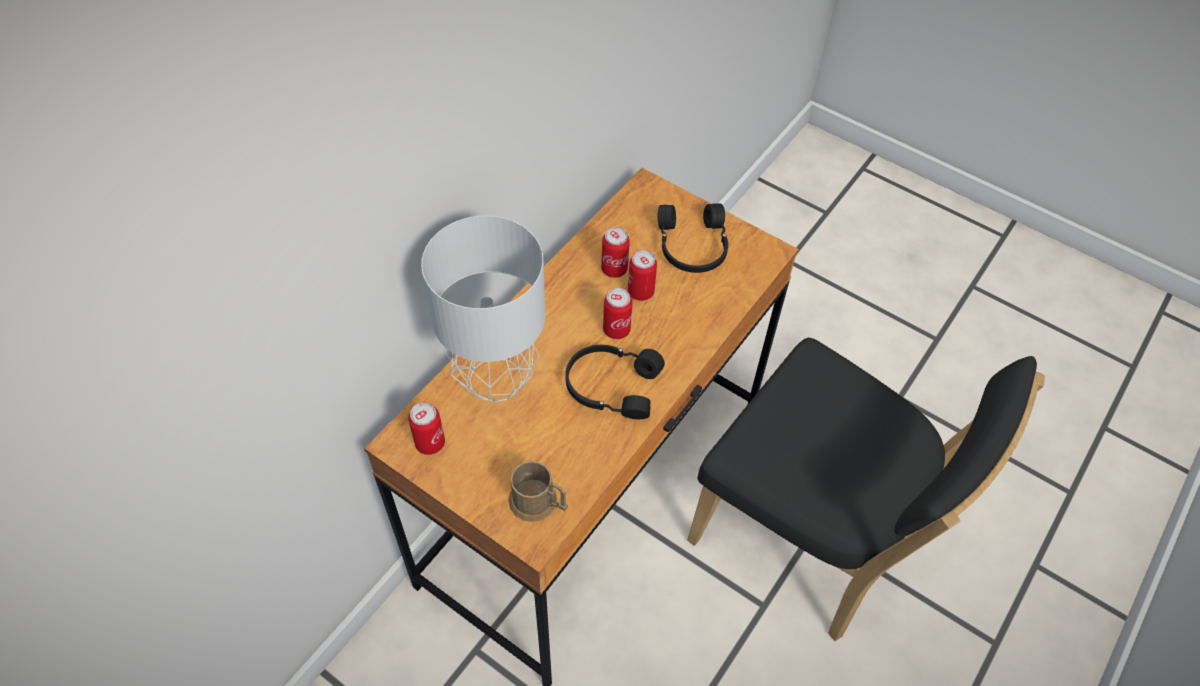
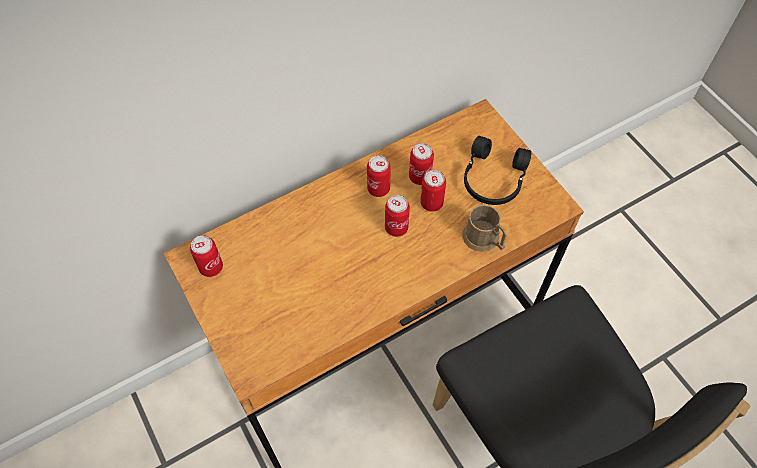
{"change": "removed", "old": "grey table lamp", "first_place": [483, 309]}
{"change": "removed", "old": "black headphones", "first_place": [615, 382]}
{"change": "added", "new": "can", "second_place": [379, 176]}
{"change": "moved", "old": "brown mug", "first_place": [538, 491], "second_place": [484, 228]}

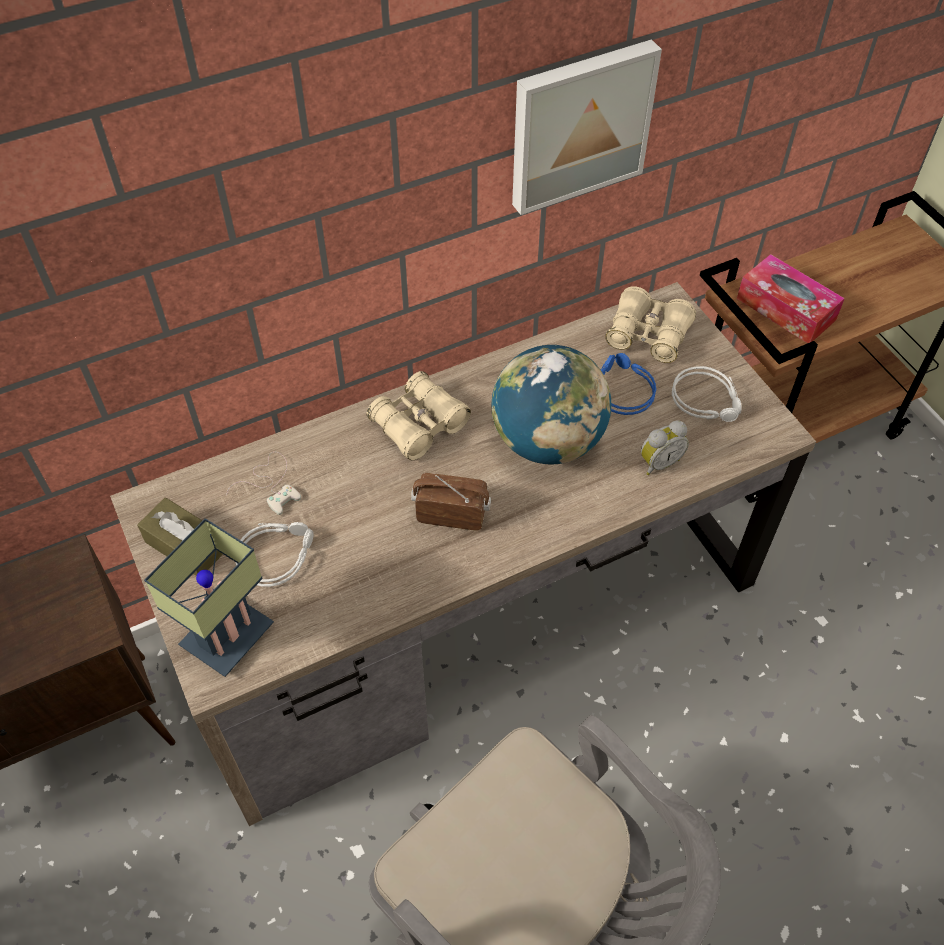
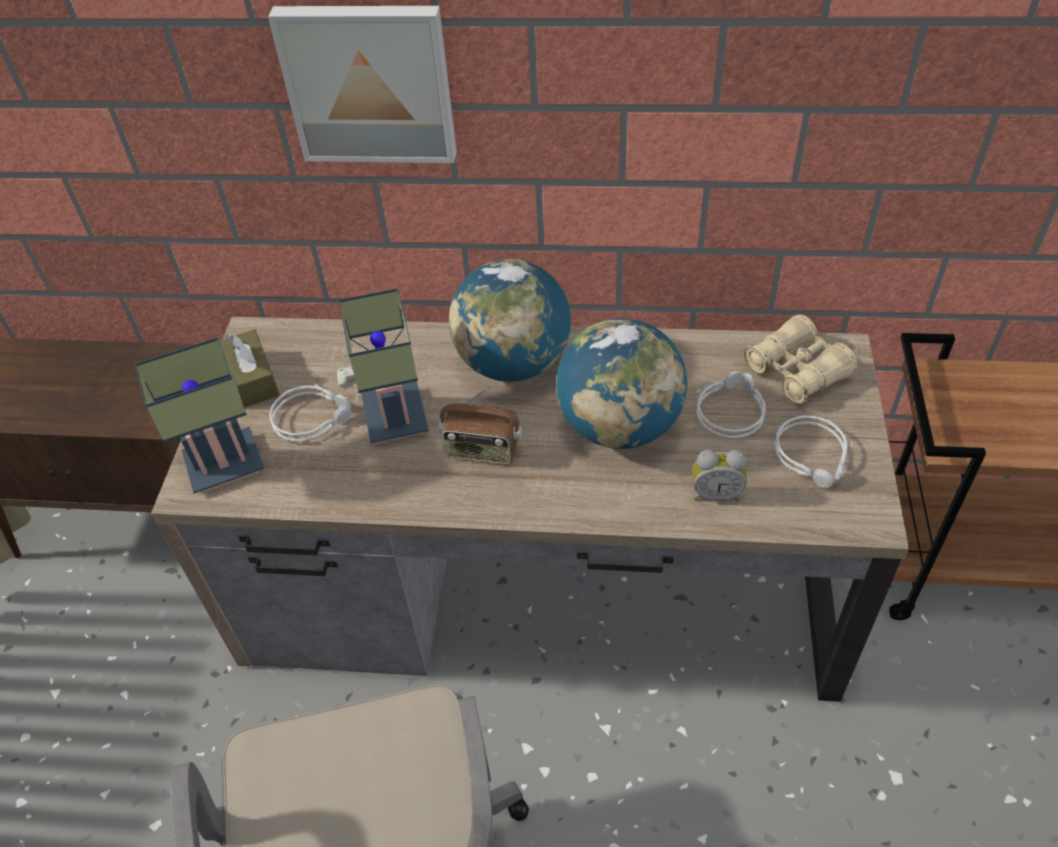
{"change": "removed", "old": "tissue box", "first_place": [791, 298]}
{"change": "added", "new": "table lamp", "second_place": [384, 366]}
{"change": "moved", "old": "picture", "first_place": [587, 127], "second_place": [362, 84]}
{"change": "replaced", "old": "beige binoculars", "new": "globe", "first_place": [419, 415], "second_place": [510, 320]}
{"change": "recoloured", "old": "blue headphones", "new": "grey headphones", "first_place": [628, 384], "second_place": [731, 404]}
{"change": "turned", "old": "radio", "first_place": [451, 502], "second_place": [480, 424], "degrees": 150}

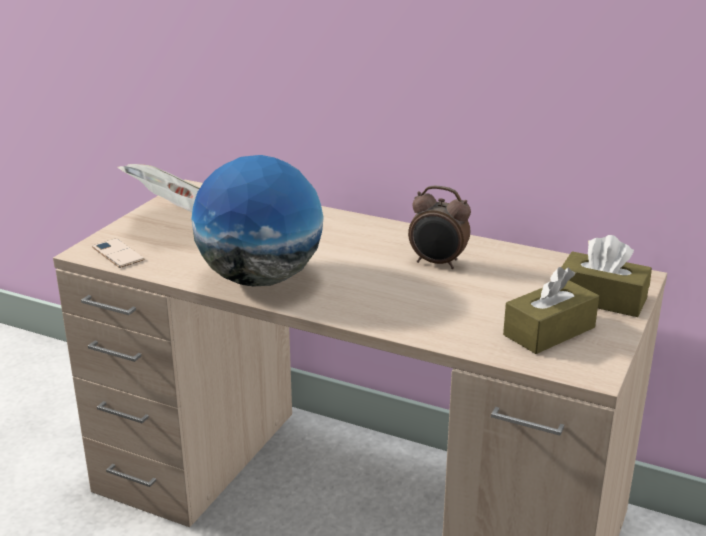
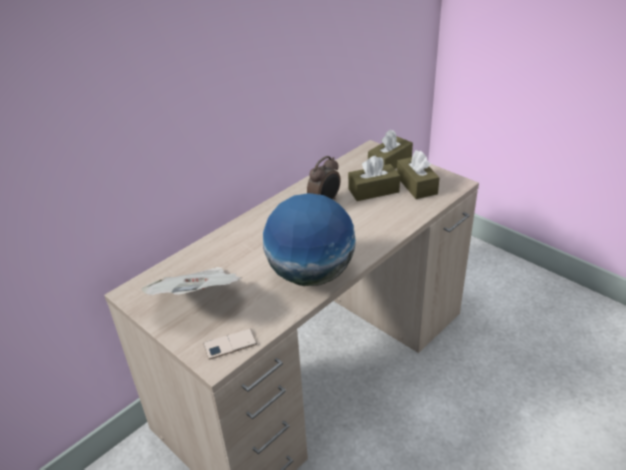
{"change": "added", "new": "brown tissue box", "second_place": [374, 178]}

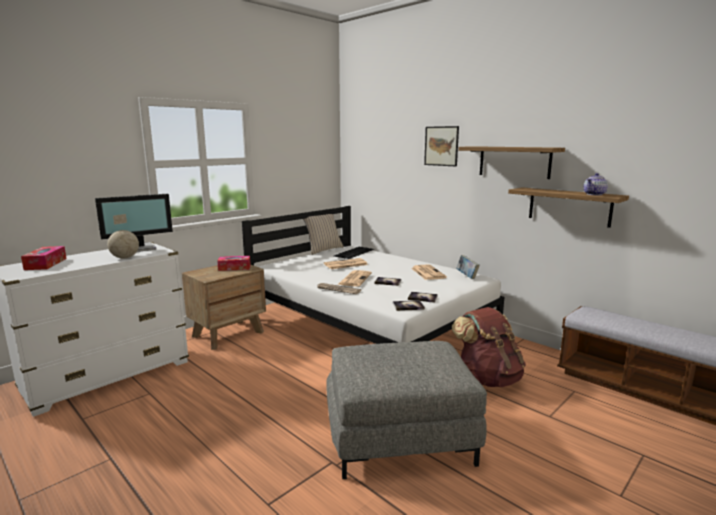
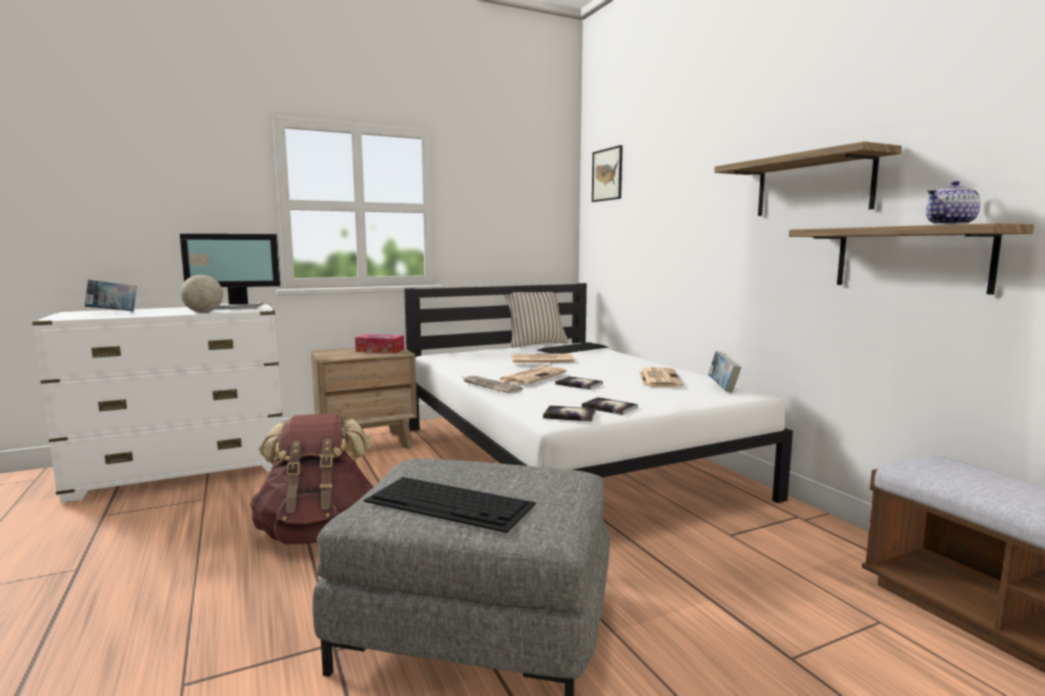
{"change": "added", "new": "keyboard", "second_place": [450, 505]}
{"change": "moved", "old": "picture", "first_place": [441, 146], "second_place": [607, 173]}
{"change": "moved", "old": "brown backpack", "first_place": [489, 347], "second_place": [312, 478]}
{"change": "replaced", "old": "tissue box", "new": "book", "first_place": [44, 258], "second_place": [111, 295]}

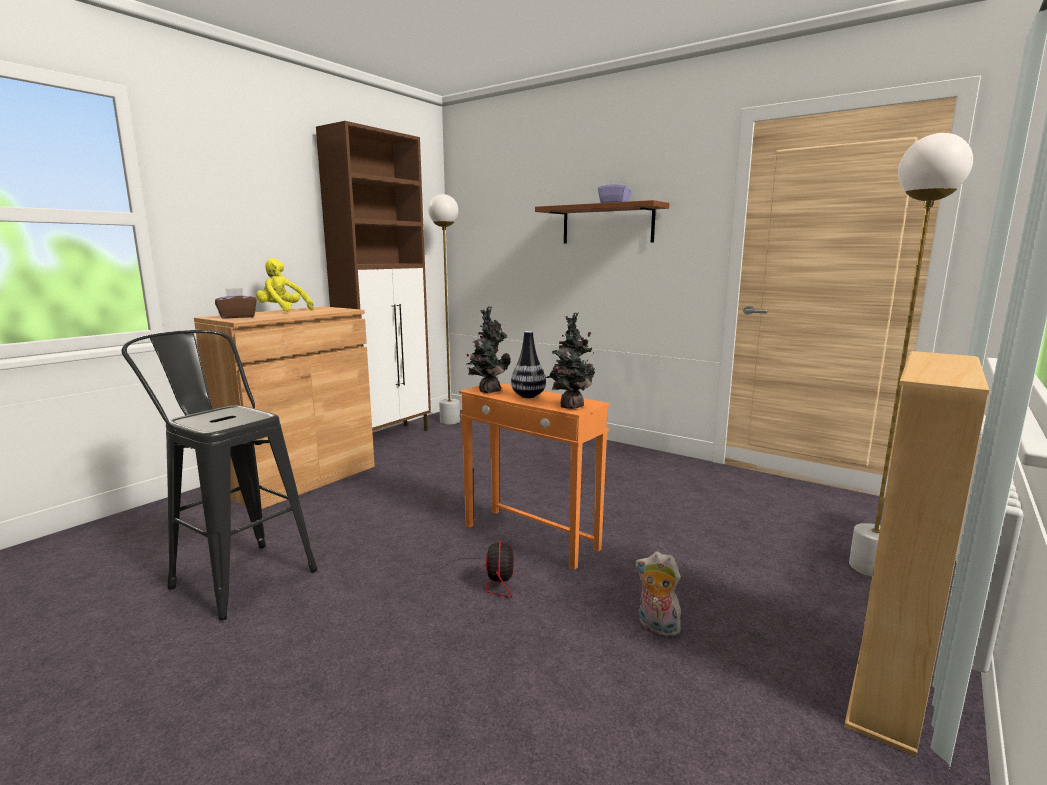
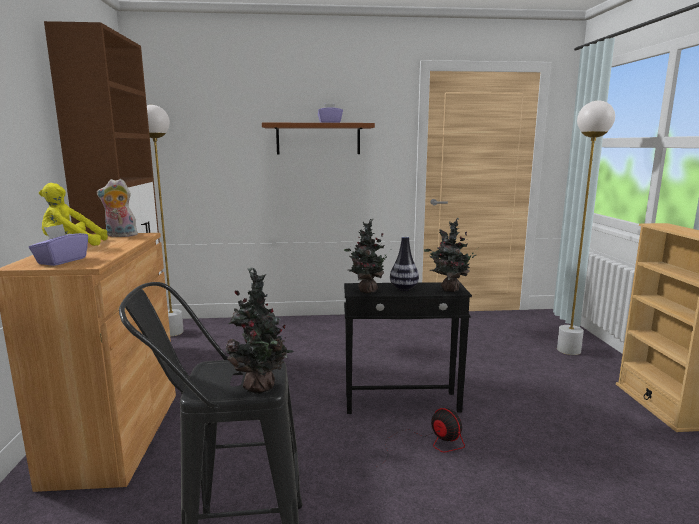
{"change": "added", "new": "potted plant", "second_place": [259, 330]}
{"change": "moved", "old": "plush toy", "first_place": [659, 594], "second_place": [117, 208]}
{"change": "recoloured", "old": "brown tissue box", "new": "purple tissue box", "first_place": [236, 303], "second_place": [58, 245]}
{"change": "recoloured", "old": "orange side table", "new": "black side table", "first_place": [534, 476], "second_place": [408, 348]}

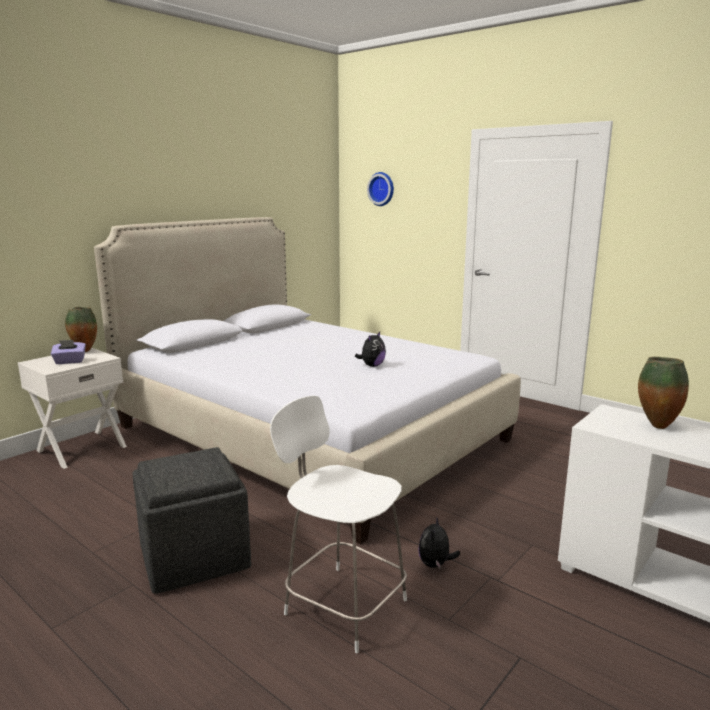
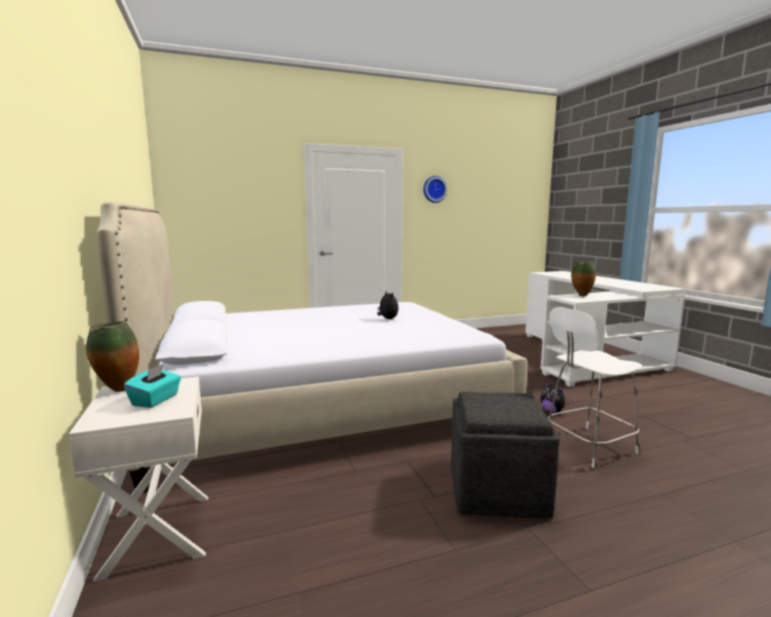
{"change": "moved", "old": "wall clock", "first_place": [380, 189], "second_place": [435, 189]}
{"change": "recoloured", "old": "purple tissue box", "new": "turquoise tissue box", "first_place": [68, 352], "second_place": [152, 386]}

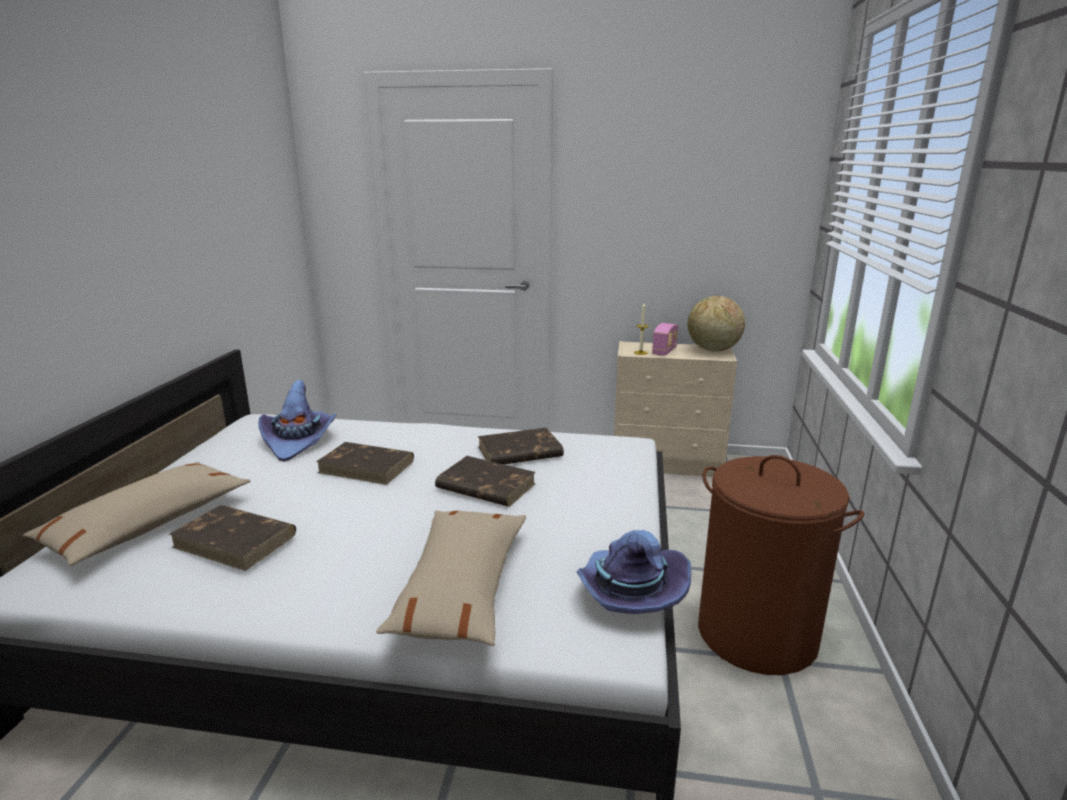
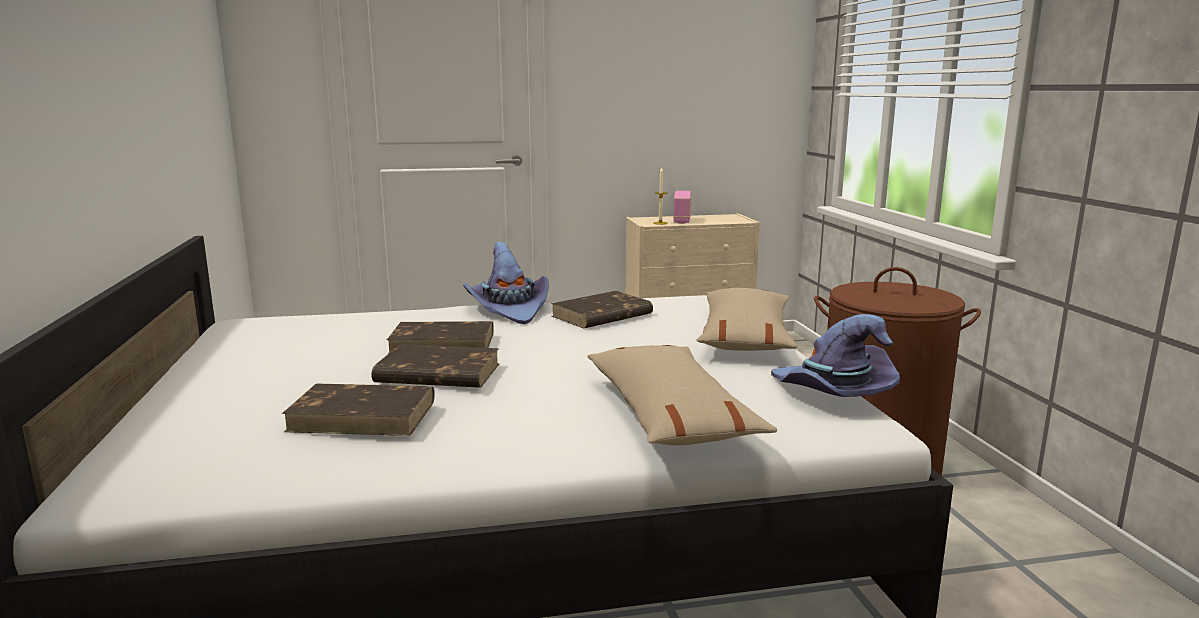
{"change": "removed", "old": "globe", "first_place": [716, 324]}
{"change": "moved", "old": "beige pillow", "first_place": [136, 514], "second_place": [747, 319]}
{"change": "moved", "old": "purple hat", "first_place": [297, 421], "second_place": [506, 283]}
{"change": "moved", "old": "brown book", "first_place": [485, 481], "second_place": [436, 366]}

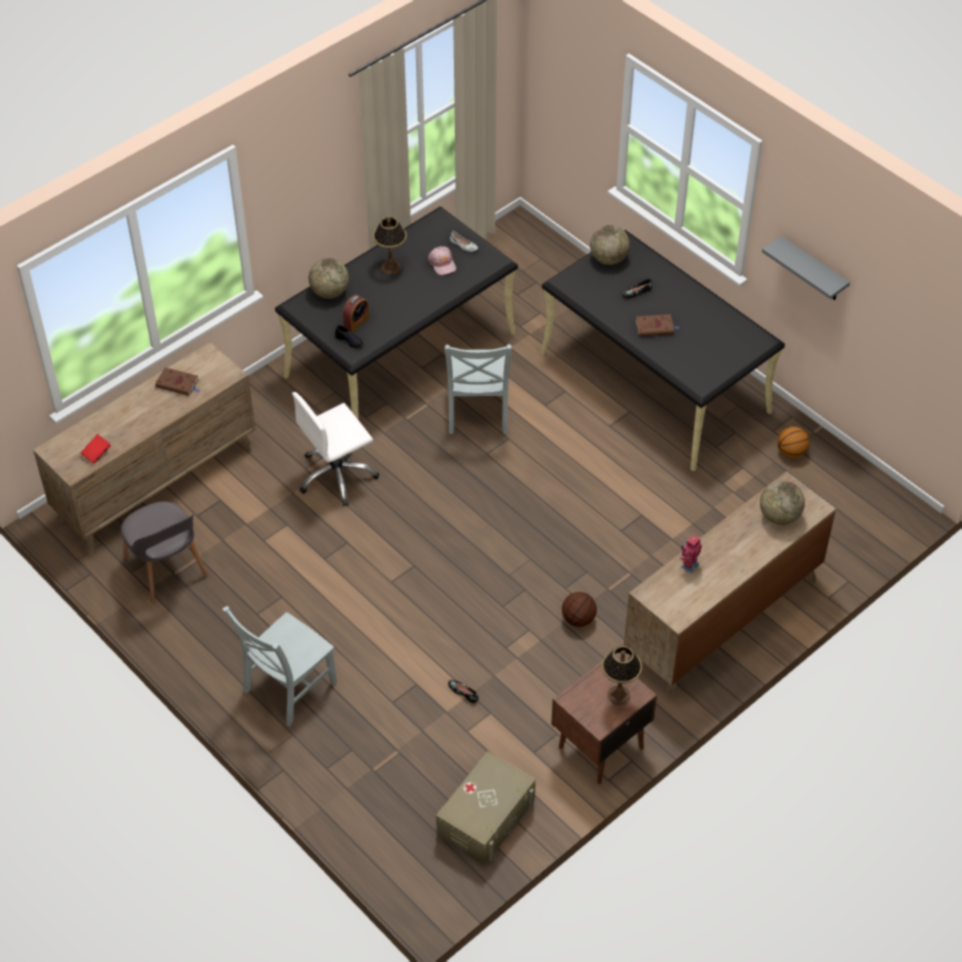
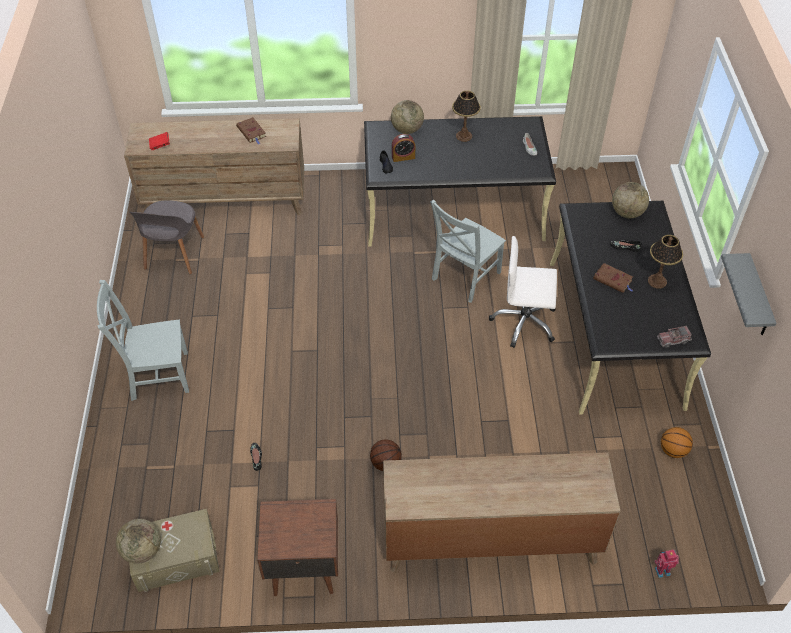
{"change": "removed", "old": "pink cap", "first_place": [442, 260]}
{"change": "added", "new": "toy truck", "second_place": [674, 337]}
{"change": "moved", "old": "white office chair", "first_place": [335, 449], "second_place": [523, 292]}
{"change": "moved", "old": "table lamp", "first_place": [622, 675], "second_place": [665, 262]}
{"change": "moved", "old": "toy robot", "first_place": [691, 554], "second_place": [667, 564]}
{"change": "moved", "old": "globe", "first_place": [782, 502], "second_place": [138, 541]}

